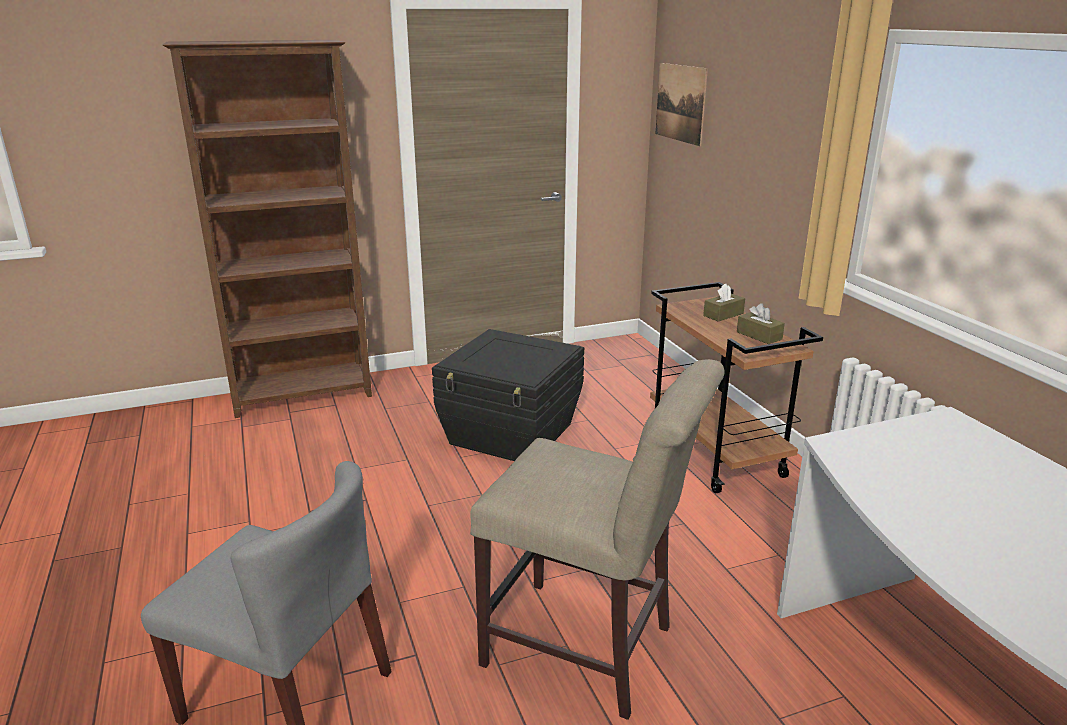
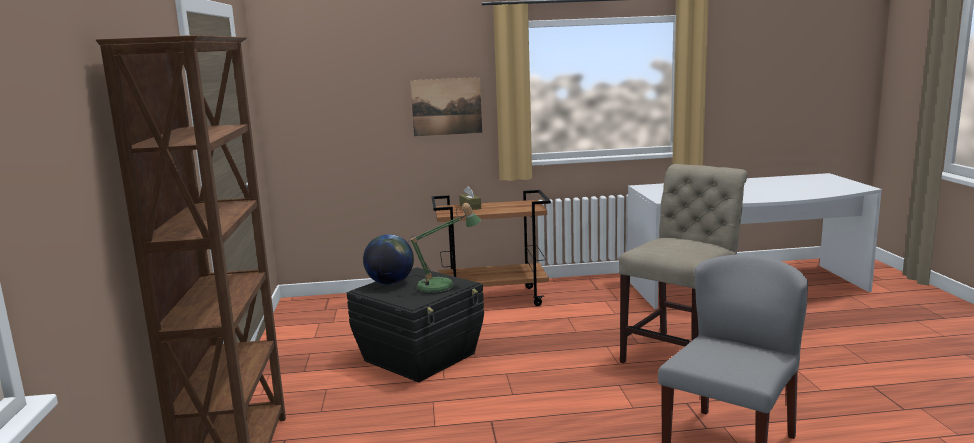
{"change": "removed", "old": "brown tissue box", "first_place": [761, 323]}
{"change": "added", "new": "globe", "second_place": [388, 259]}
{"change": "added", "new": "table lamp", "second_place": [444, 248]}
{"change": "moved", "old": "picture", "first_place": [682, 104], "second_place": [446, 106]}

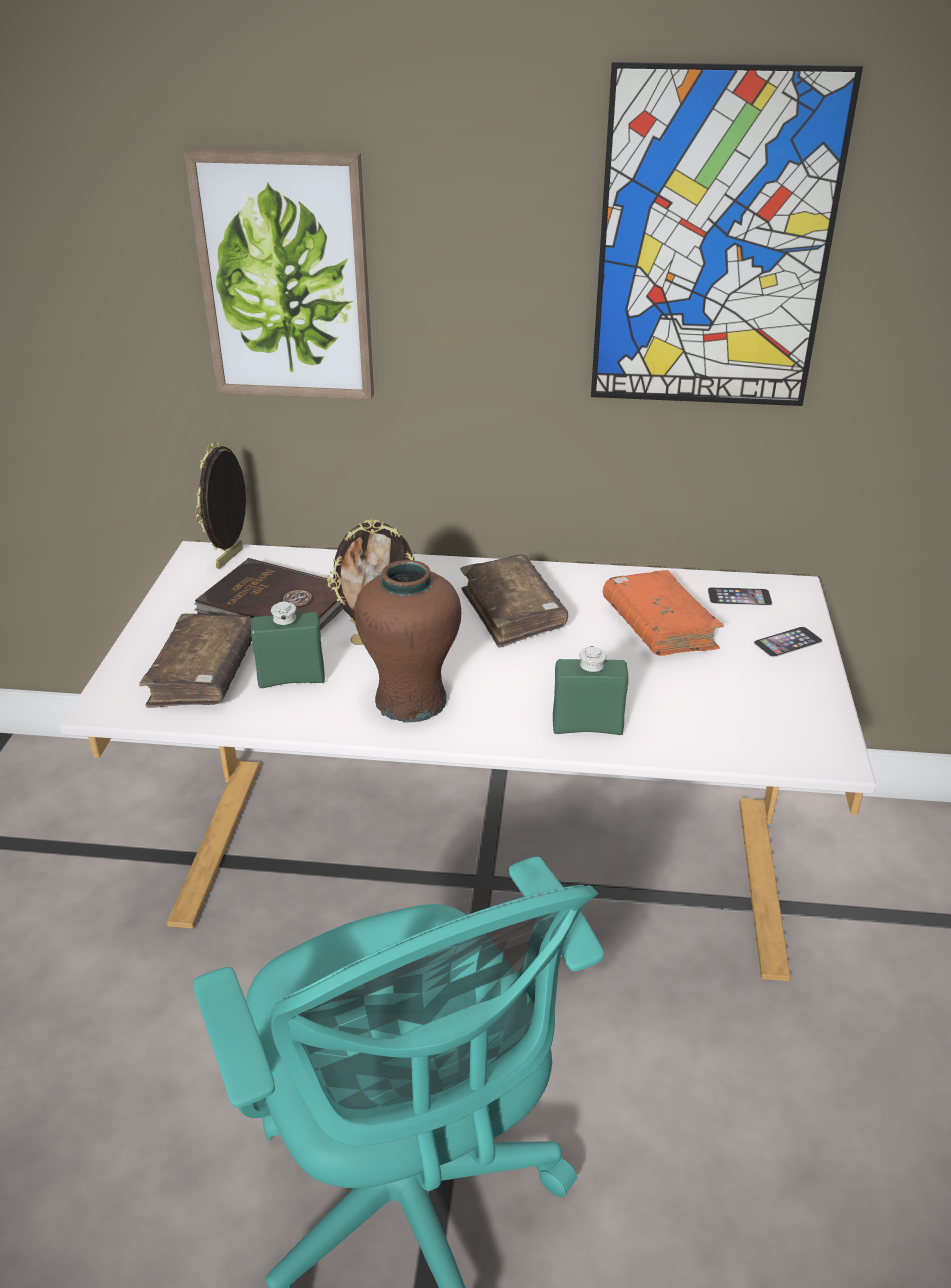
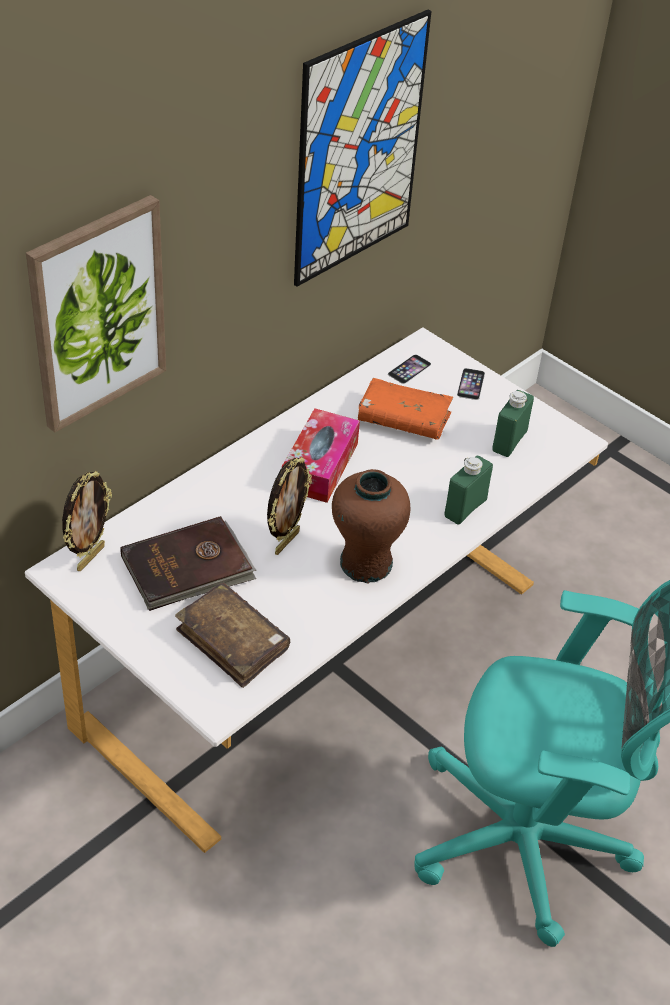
{"change": "moved", "old": "green bottle", "first_place": [288, 644], "second_place": [513, 423]}
{"change": "replaced", "old": "brown book", "new": "tissue box", "first_place": [514, 601], "second_place": [321, 455]}
{"change": "turned", "old": "picture frame", "first_place": [221, 505], "second_place": [87, 521], "degrees": -120}

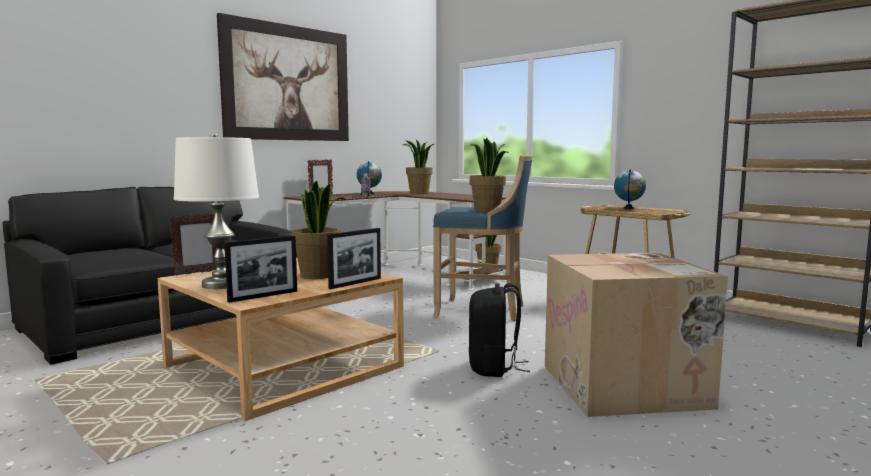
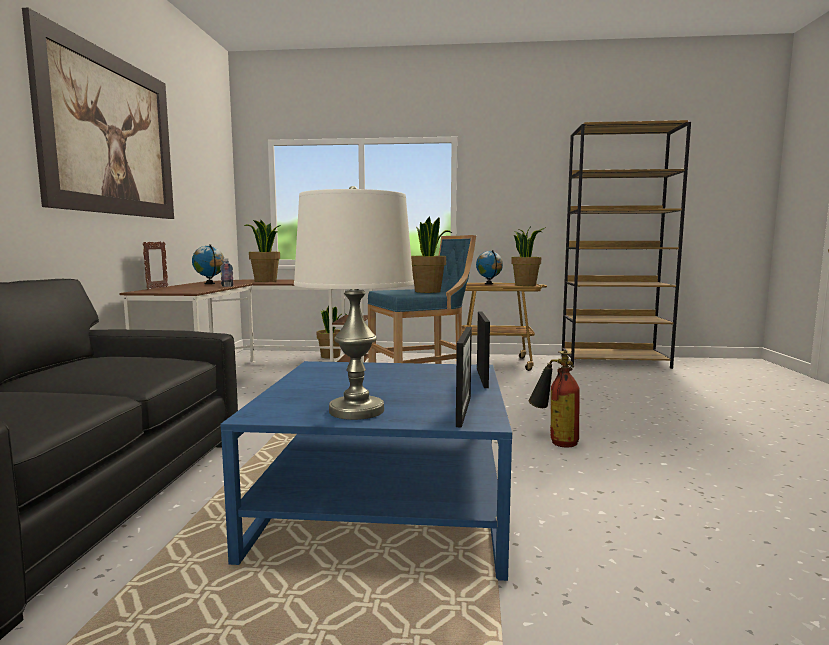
{"change": "removed", "old": "picture frame", "first_place": [192, 244]}
{"change": "removed", "old": "cardboard box", "first_place": [636, 335]}
{"change": "moved", "old": "potted plant", "first_place": [319, 229], "second_place": [528, 256]}
{"change": "replaced", "old": "black backpack", "new": "fire extinguisher", "first_place": [499, 330], "second_place": [554, 398]}
{"change": "recoloured", "old": "beige coffee table", "new": "blue coffee table", "first_place": [281, 339], "second_place": [366, 471]}

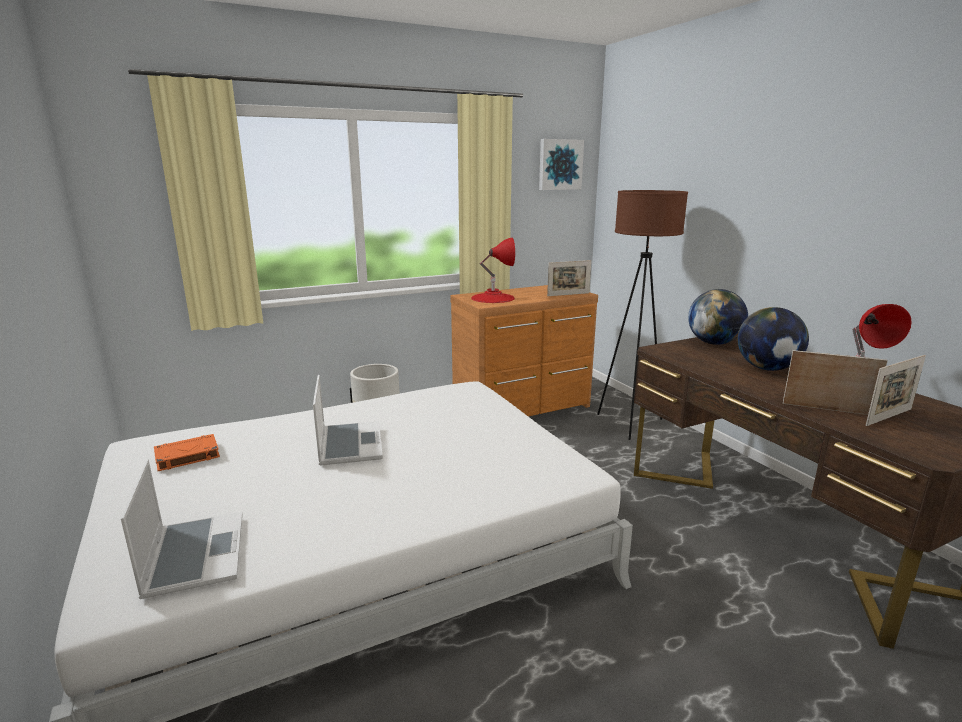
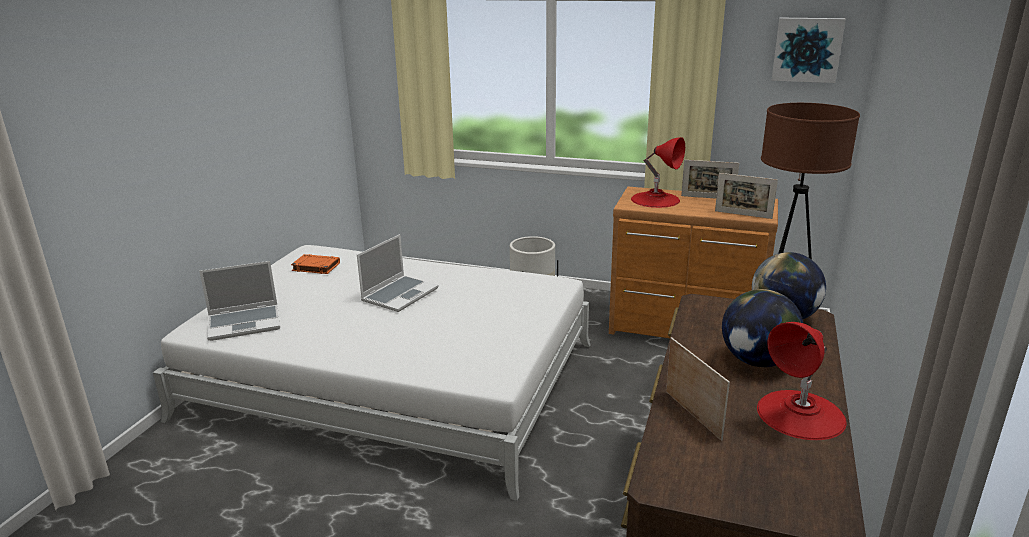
{"change": "moved", "old": "picture frame", "first_place": [896, 390], "second_place": [710, 179]}
{"change": "turned", "old": "laptop", "first_place": [182, 529], "second_place": [239, 301], "degrees": 45}

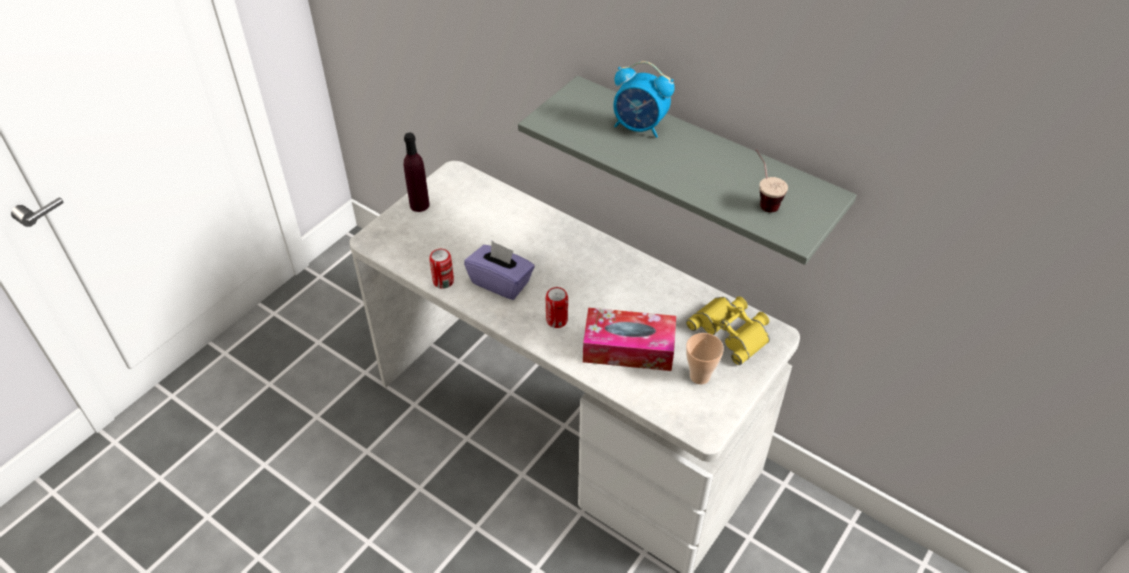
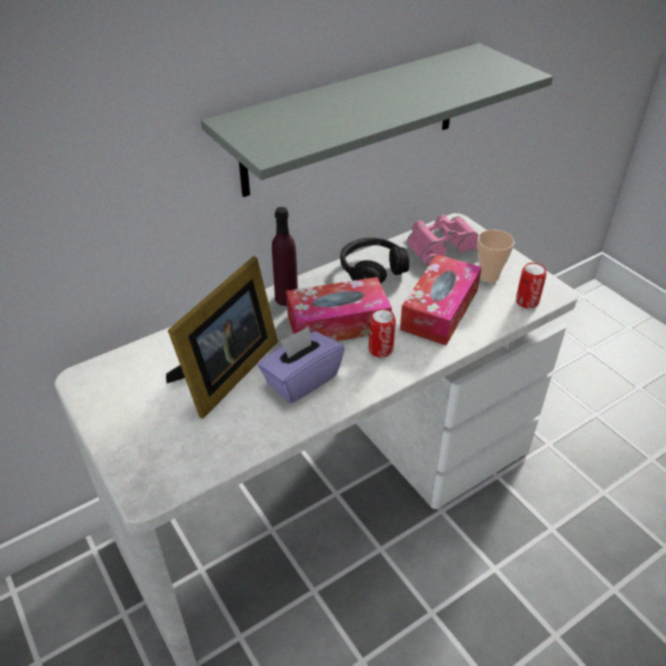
{"change": "removed", "old": "alarm clock", "first_place": [644, 99]}
{"change": "removed", "old": "cup", "first_place": [772, 180]}
{"change": "added", "new": "picture frame", "second_place": [222, 337]}
{"change": "added", "new": "tissue box", "second_place": [339, 309]}
{"change": "added", "new": "black headphones", "second_place": [374, 260]}
{"change": "moved", "old": "purple bottle", "first_place": [417, 172], "second_place": [285, 256]}
{"change": "moved", "old": "can", "first_place": [441, 269], "second_place": [531, 286]}
{"change": "recoloured", "old": "yellow binoculars", "new": "pink binoculars", "first_place": [728, 331], "second_place": [443, 240]}

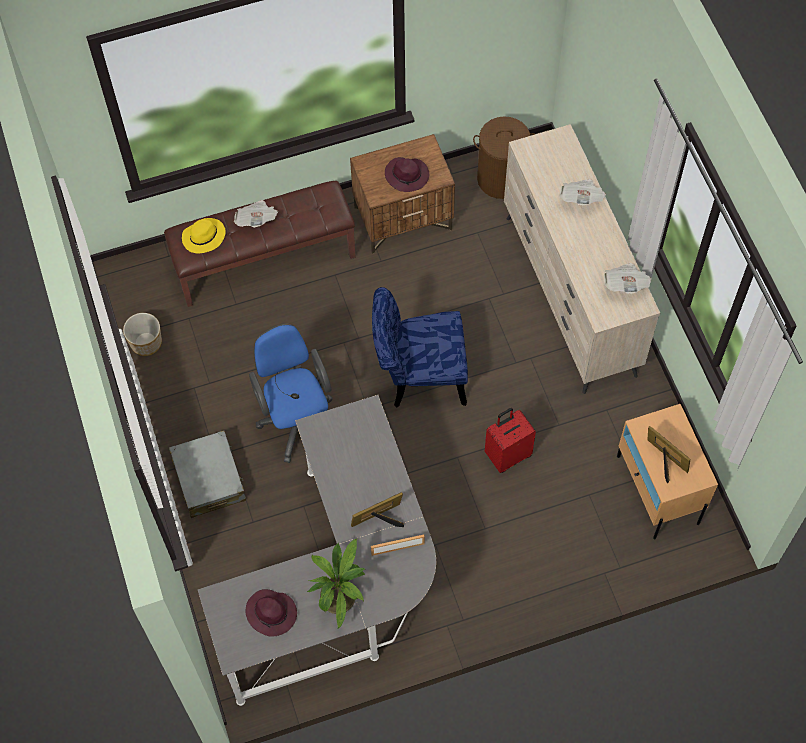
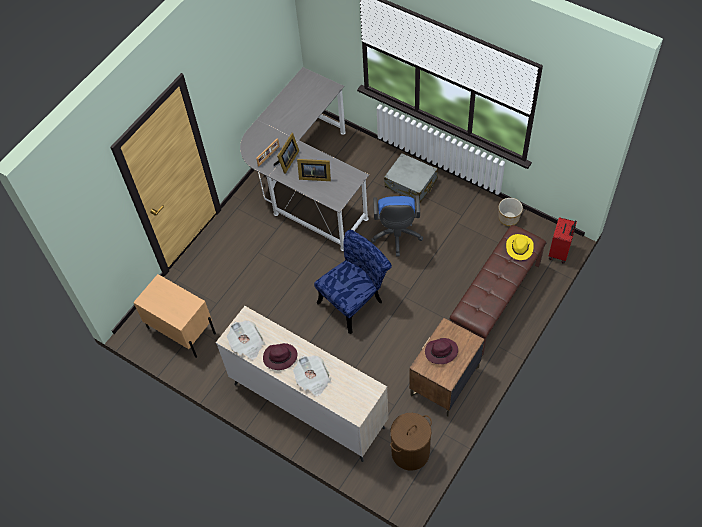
{"change": "removed", "old": "newspaper", "first_place": [256, 214]}
{"change": "removed", "old": "potted plant", "first_place": [336, 583]}
{"change": "moved", "old": "purple hat", "first_place": [271, 613], "second_place": [280, 356]}
{"change": "moved", "old": "red suitcase", "first_place": [510, 440], "second_place": [563, 240]}
{"change": "moved", "old": "picture frame", "first_place": [669, 454], "second_place": [314, 170]}
{"change": "turned", "old": "blue office chair", "first_place": [291, 393], "second_place": [397, 226], "degrees": 60}

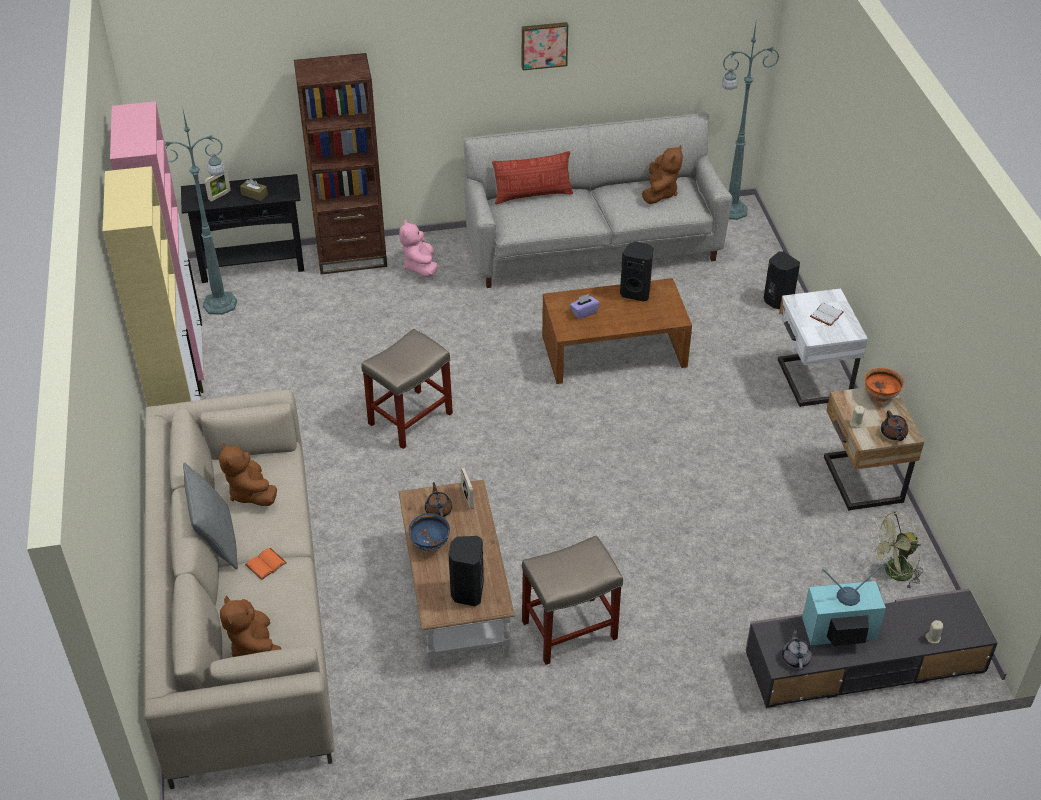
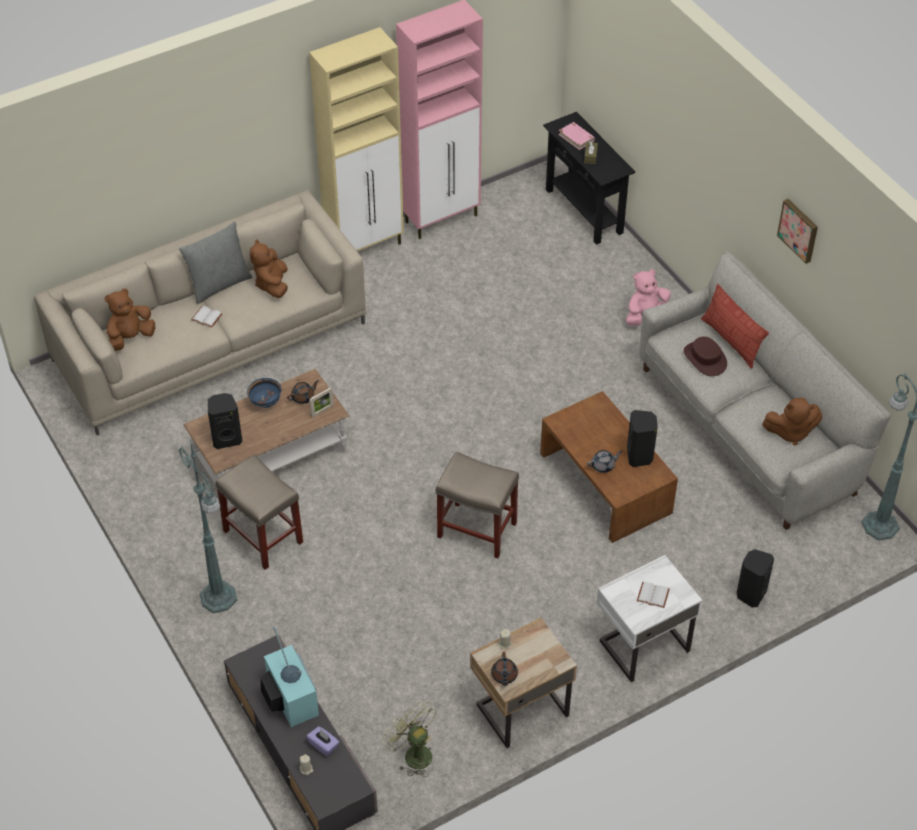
{"change": "removed", "old": "brown bookcase", "first_place": [340, 163]}
{"change": "removed", "old": "orange bowl", "first_place": [884, 385]}
{"change": "added", "new": "brown hat", "second_place": [705, 356]}
{"change": "moved", "old": "green floor lamp", "first_place": [200, 212], "second_place": [208, 527]}
{"change": "moved", "old": "beige stool", "first_place": [407, 389], "second_place": [477, 505]}
{"change": "moved", "old": "purple tissue box", "first_place": [585, 306], "second_place": [323, 741]}
{"change": "moved", "old": "grey teapot", "first_place": [797, 648], "second_place": [605, 461]}
{"change": "replaced", "old": "picture frame", "new": "pink book", "first_place": [218, 185], "second_place": [577, 136]}
{"change": "recoloured", "old": "orange book", "new": "white book", "first_place": [266, 564], "second_place": [207, 317]}
{"change": "turned", "old": "brown plush toy", "first_place": [248, 474], "second_place": [269, 268], "degrees": -45}
{"change": "turned", "old": "brown teapot", "first_place": [894, 426], "second_place": [504, 669], "degrees": -60}

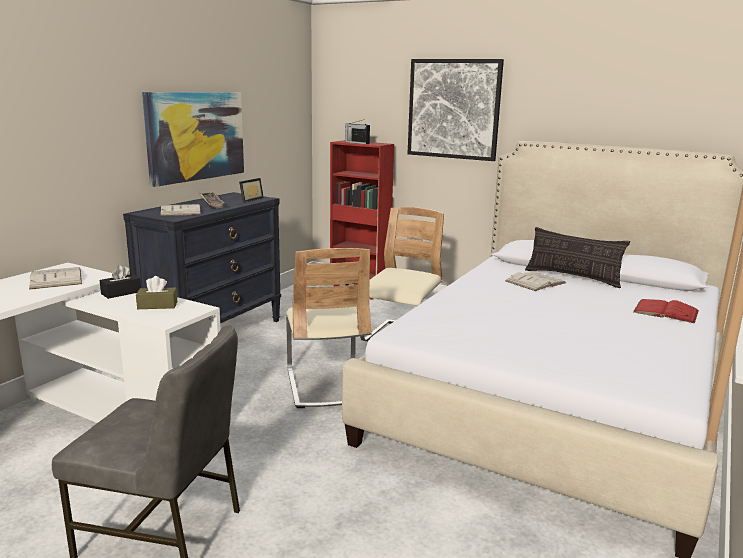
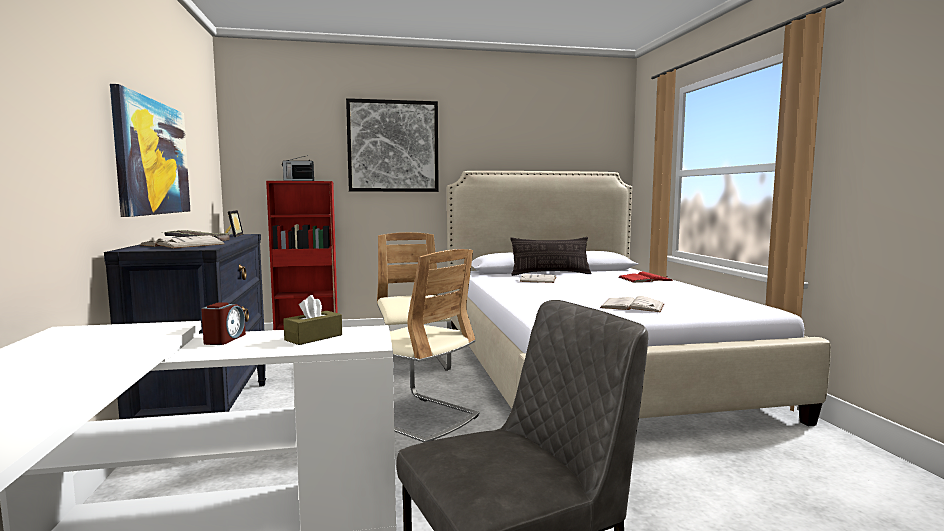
{"change": "moved", "old": "white book", "first_place": [55, 278], "second_place": [632, 304]}
{"change": "replaced", "old": "black tissue box", "new": "alarm clock", "first_place": [120, 282], "second_place": [223, 323]}

